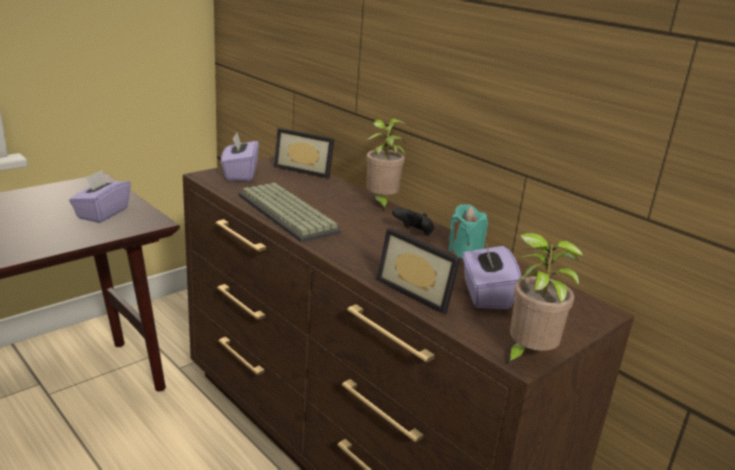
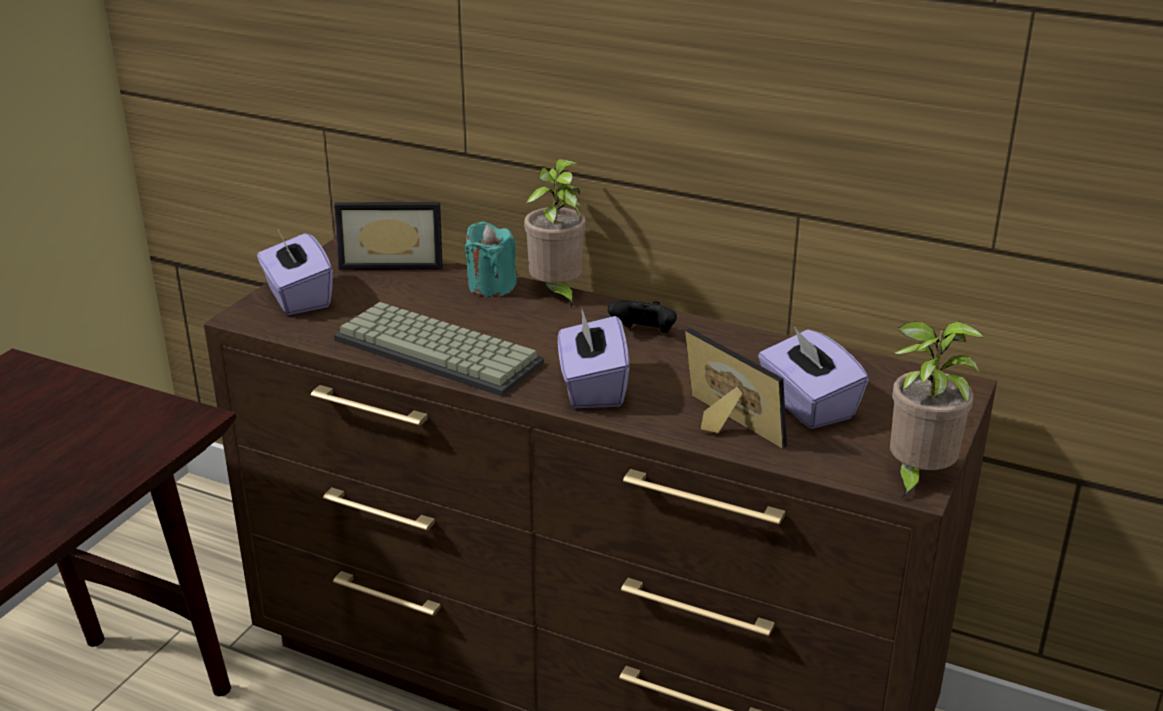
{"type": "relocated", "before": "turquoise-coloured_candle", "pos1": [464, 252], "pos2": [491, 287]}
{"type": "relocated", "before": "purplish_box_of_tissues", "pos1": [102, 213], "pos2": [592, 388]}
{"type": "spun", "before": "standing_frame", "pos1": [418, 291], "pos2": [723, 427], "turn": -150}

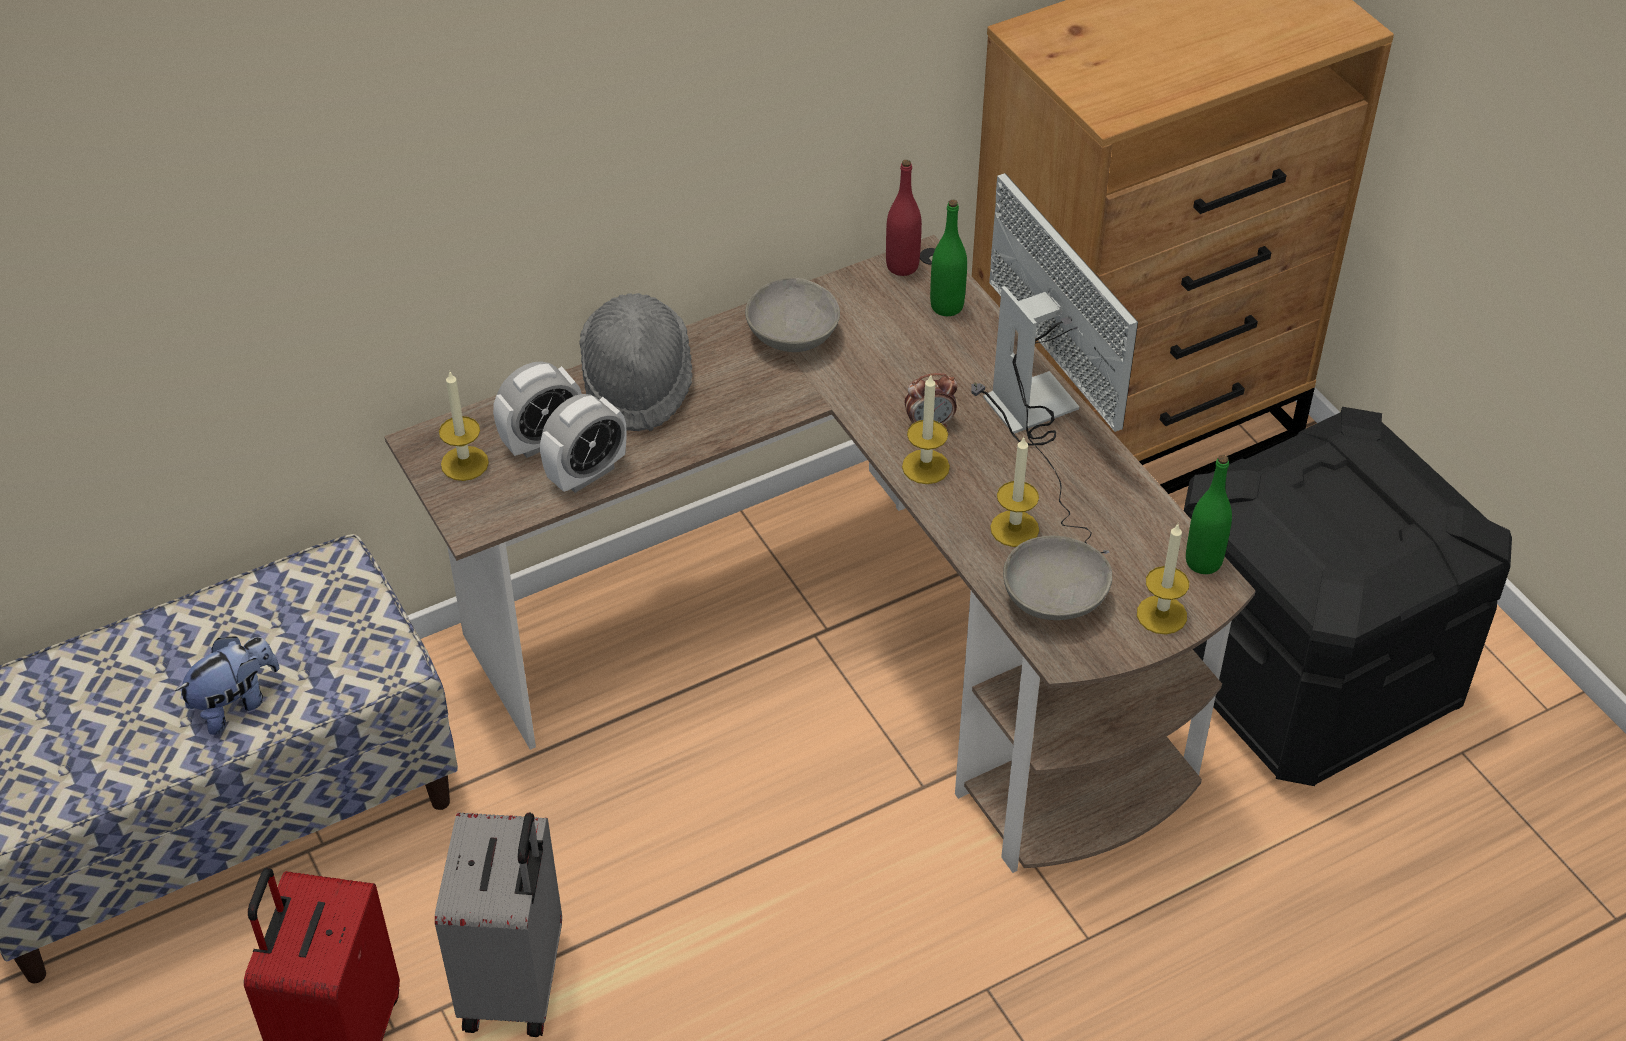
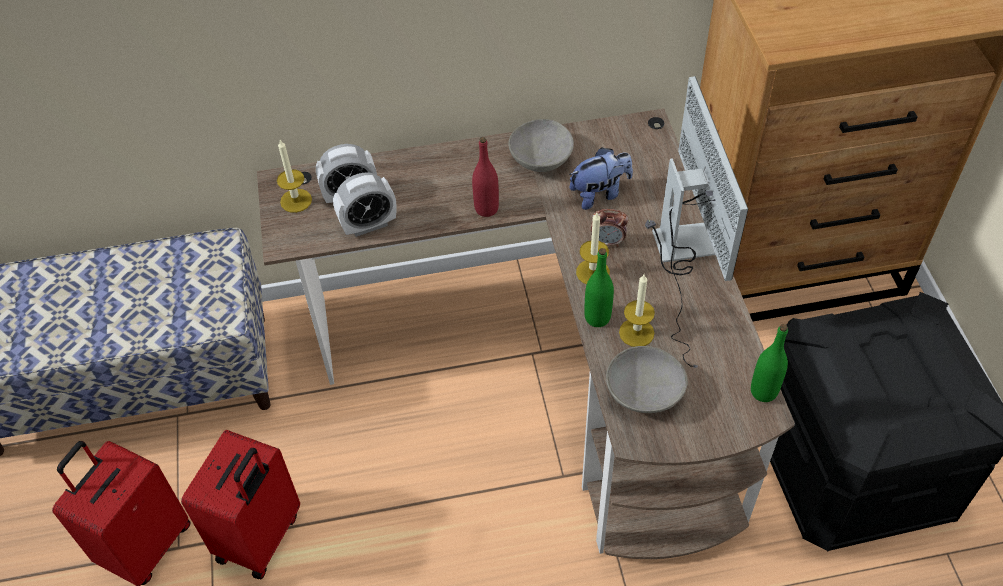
{"type": "colour", "before": "grey_suitcase", "after": "red_suitcase", "pos1": [516, 983], "pos2": [261, 538]}
{"type": "relocated", "before": "red_drink_bottle", "pos1": [902, 266], "pos2": [486, 208]}
{"type": "relocated", "before": "soft_toy", "pos1": [235, 704], "pos2": [599, 194]}
{"type": "relocated", "before": "greenish_drink_bottle", "pos1": [947, 306], "pos2": [597, 317]}
{"type": "missing", "before": "grey_wearable_hat", "pos1": [637, 383]}
{"type": "missing", "before": "candle", "pos1": [1161, 615]}

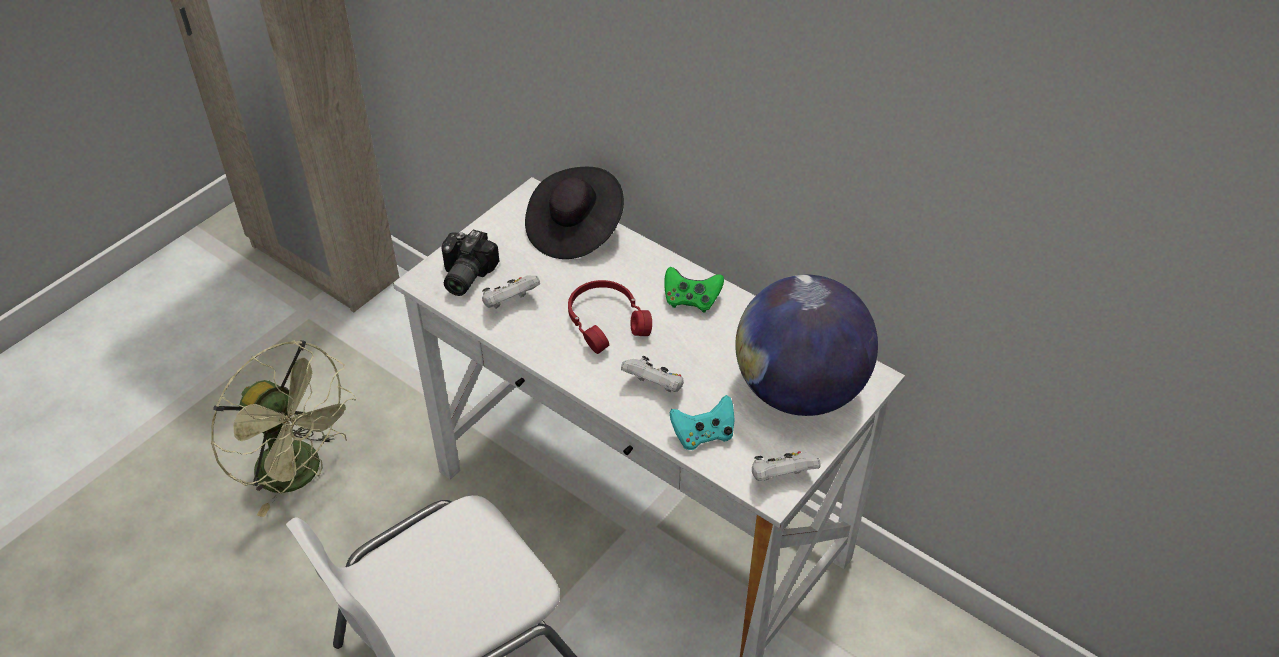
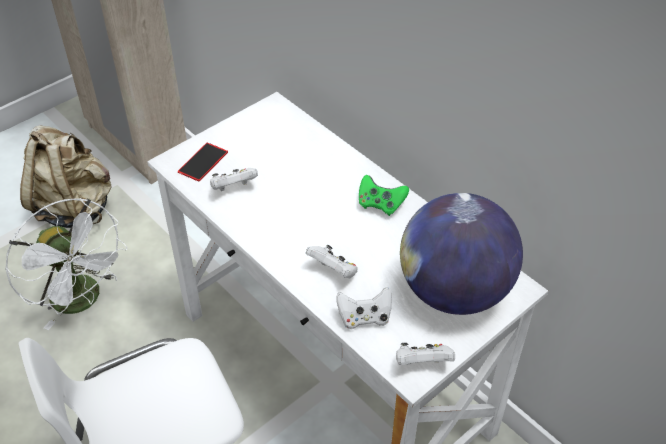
{"type": "colour", "before": "greenish_fan", "after": "whitish_fan", "pos1": [300, 473], "pos2": [83, 301]}
{"type": "appeared", "after": "beige-coloured_knapsack", "pos2": [75, 208]}
{"type": "exchanged", "before": "photo_camera", "after": "phone", "pos1": [463, 275], "pos2": [203, 162]}
{"type": "colour", "before": "turquoise-coloured_joypad", "after": "whitish_joypad", "pos1": [703, 435], "pos2": [364, 318]}
{"type": "missing", "before": "blackish_wearable_hat", "pos1": [574, 230]}
{"type": "missing", "before": "red_headphones", "pos1": [607, 321]}

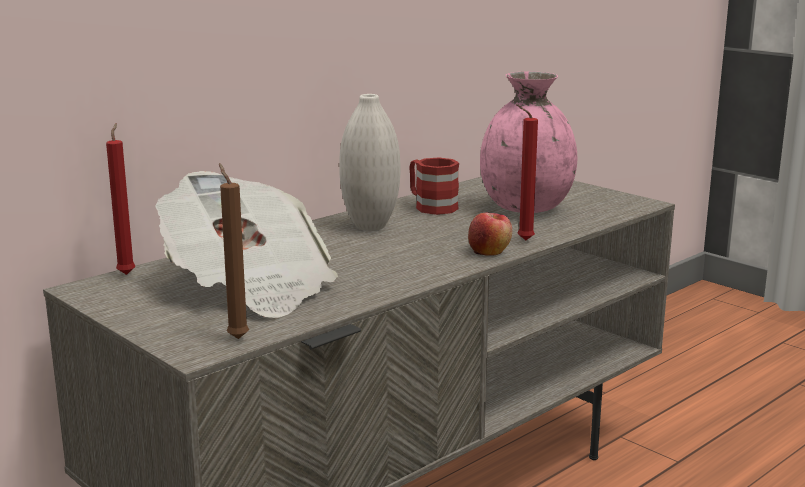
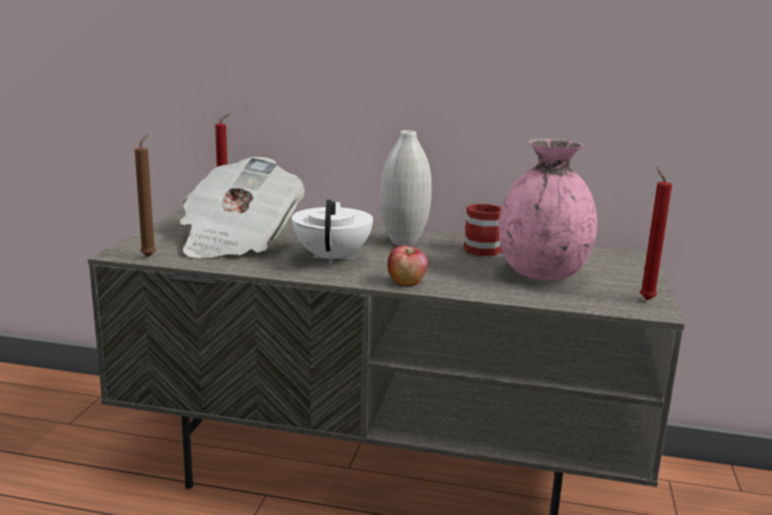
{"type": "appeared", "after": "whitish_tea_pot", "pos2": [333, 257]}
{"type": "relocated", "before": "red_candle", "pos1": [522, 240], "pos2": [645, 299]}

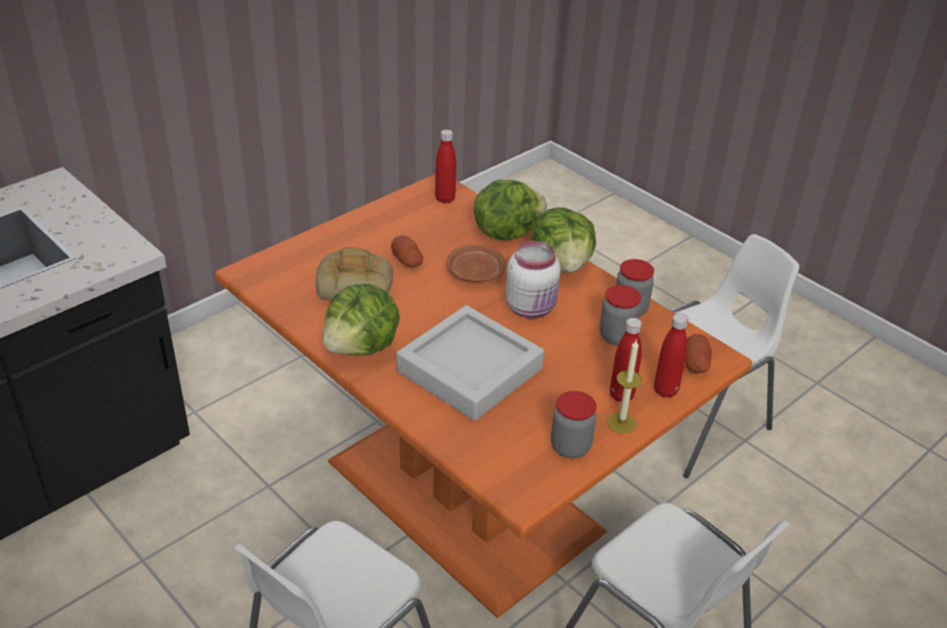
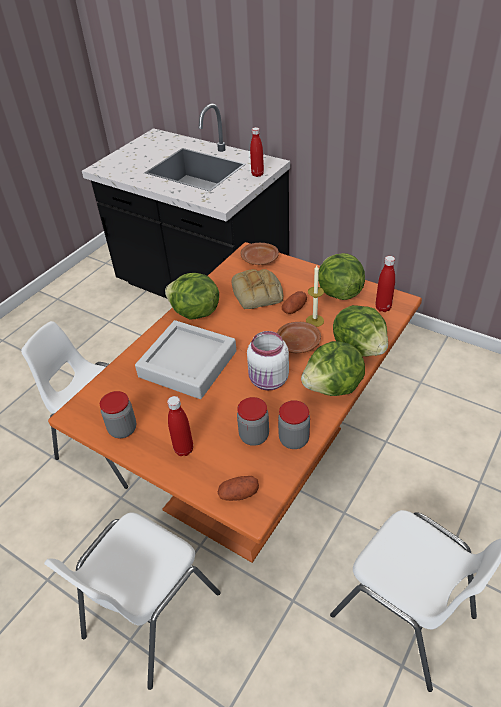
{"type": "appeared", "after": "brown_flat_dish", "pos2": [260, 260]}
{"type": "relocated", "before": "red_drink_bottle", "pos1": [665, 390], "pos2": [257, 174]}
{"type": "relocated", "before": "candle", "pos1": [621, 423], "pos2": [314, 321]}
{"type": "appeared", "after": "lettuce_head", "pos2": [338, 293]}

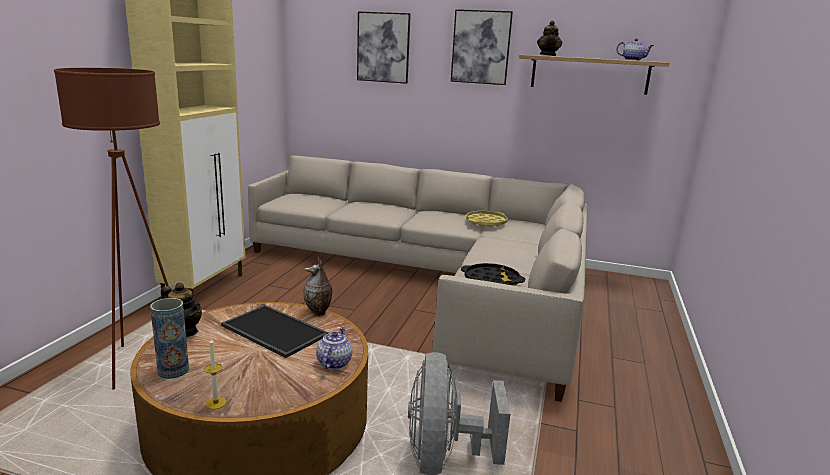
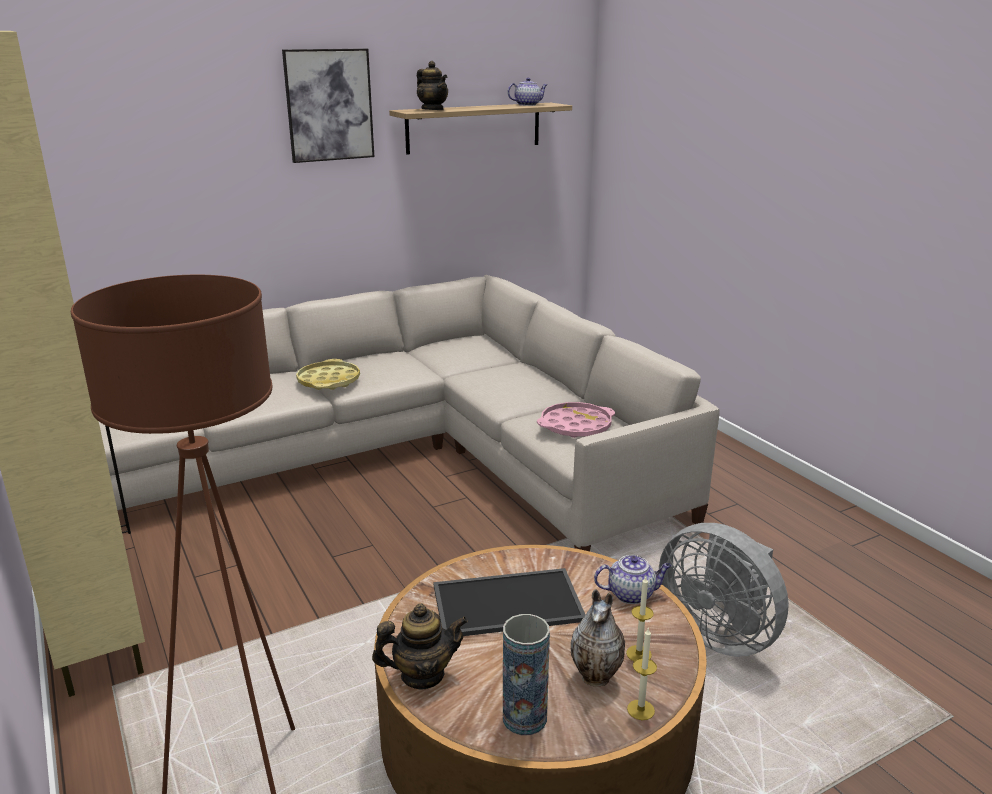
{"type": "relocated", "before": "yellow-coloured_serving_tray", "pos1": [486, 222], "pos2": [329, 381]}
{"type": "colour", "before": "blackish_serving_tray", "after": "pinkish_serving_tray", "pos1": [491, 281], "pos2": [575, 426]}
{"type": "relocated", "before": "flower_vase", "pos1": [318, 313], "pos2": [597, 677]}
{"type": "spun", "before": "tea_pot", "pos1": [334, 362], "pos2": [631, 594], "turn": 120}
{"type": "appeared", "after": "candle", "pos2": [638, 654]}
{"type": "missing", "before": "wall_picture", "pos1": [383, 47]}

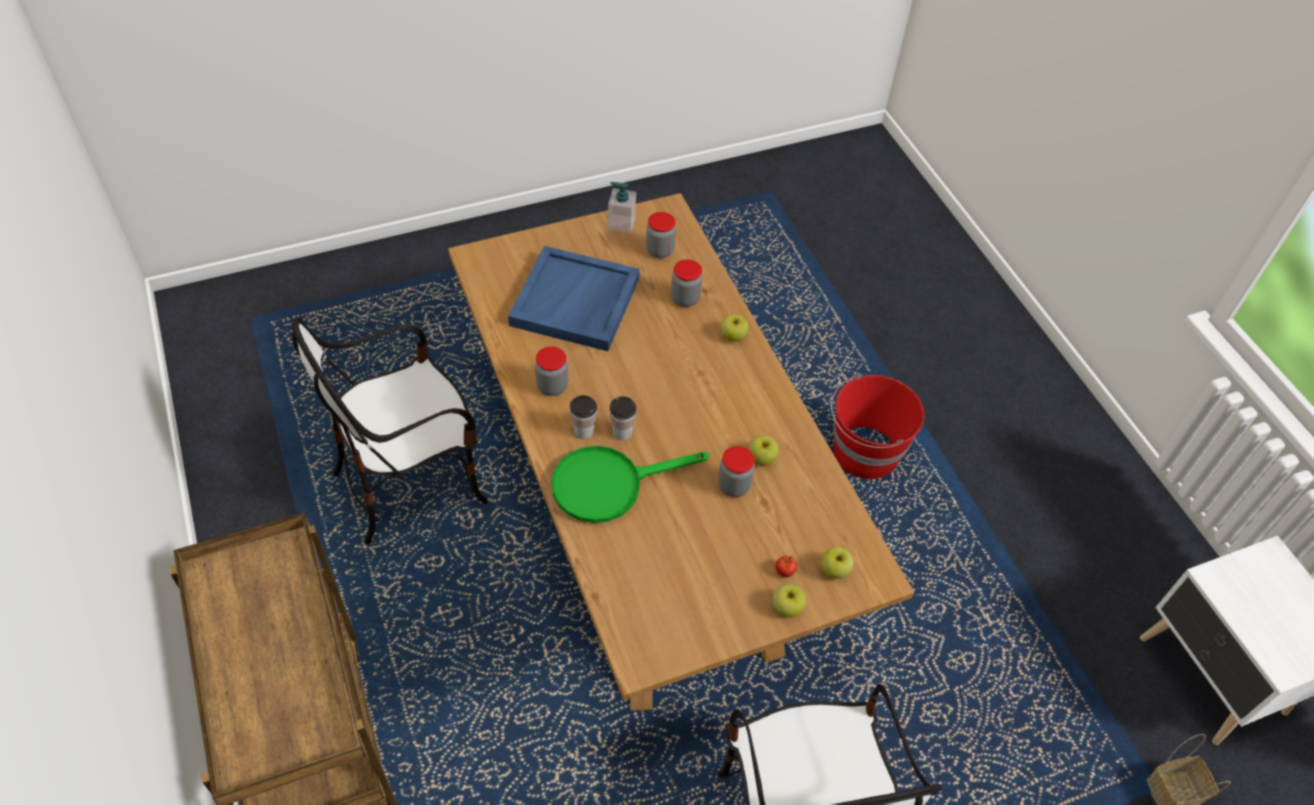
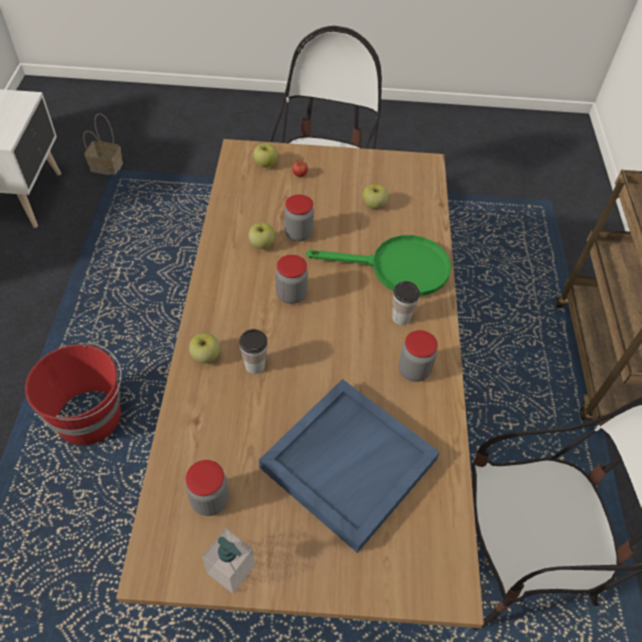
{"type": "relocated", "before": "small_cup", "pos1": [622, 432], "pos2": [255, 366]}
{"type": "relocated", "before": "storage_jar", "pos1": [685, 298], "pos2": [291, 295]}
{"type": "relocated", "before": "apple_fruit", "pos1": [786, 607], "pos2": [374, 205]}

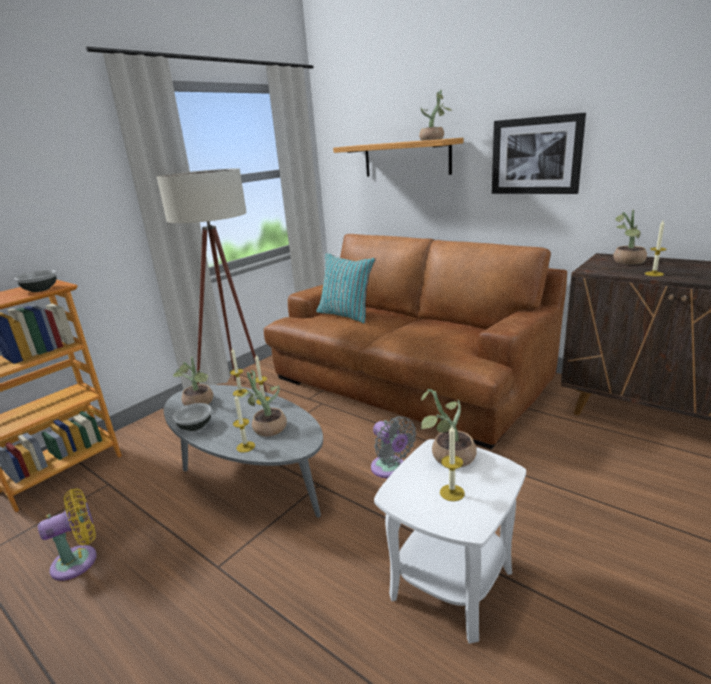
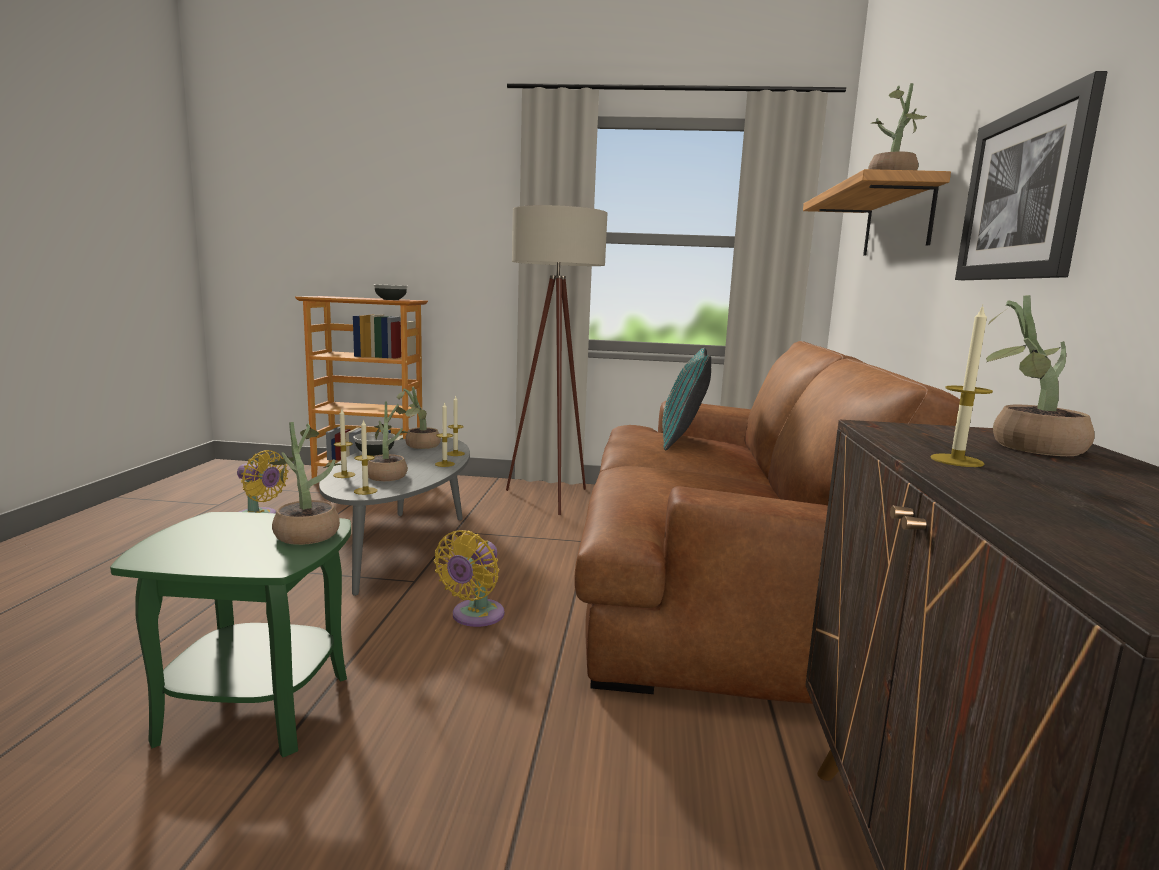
{"type": "colour", "before": "whitish_accent_table", "after": "greenish_accent_table", "pos1": [452, 584], "pos2": [254, 708]}
{"type": "relocated", "before": "candle", "pos1": [452, 492], "pos2": [365, 491]}
{"type": "colour", "before": "grey_fan", "after": "yellow-coloured_fan", "pos1": [390, 469], "pos2": [474, 616]}

